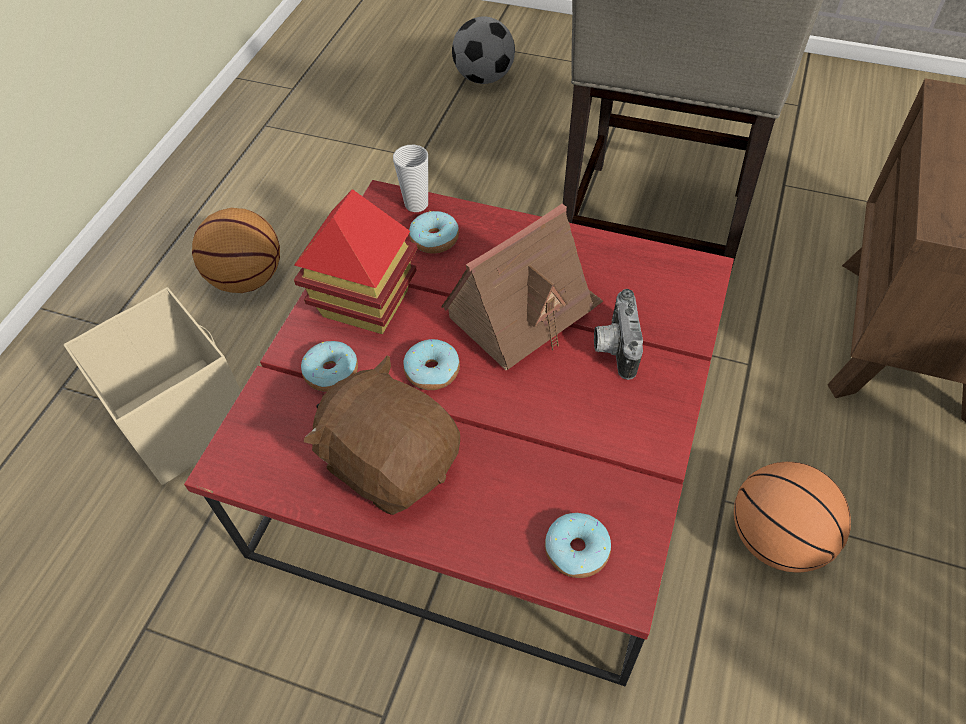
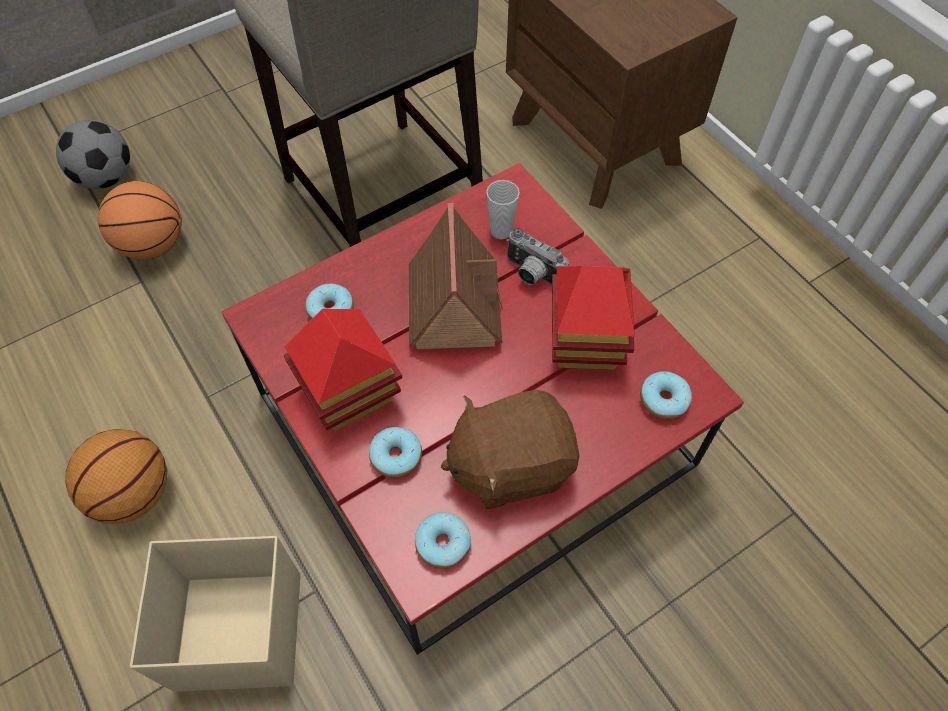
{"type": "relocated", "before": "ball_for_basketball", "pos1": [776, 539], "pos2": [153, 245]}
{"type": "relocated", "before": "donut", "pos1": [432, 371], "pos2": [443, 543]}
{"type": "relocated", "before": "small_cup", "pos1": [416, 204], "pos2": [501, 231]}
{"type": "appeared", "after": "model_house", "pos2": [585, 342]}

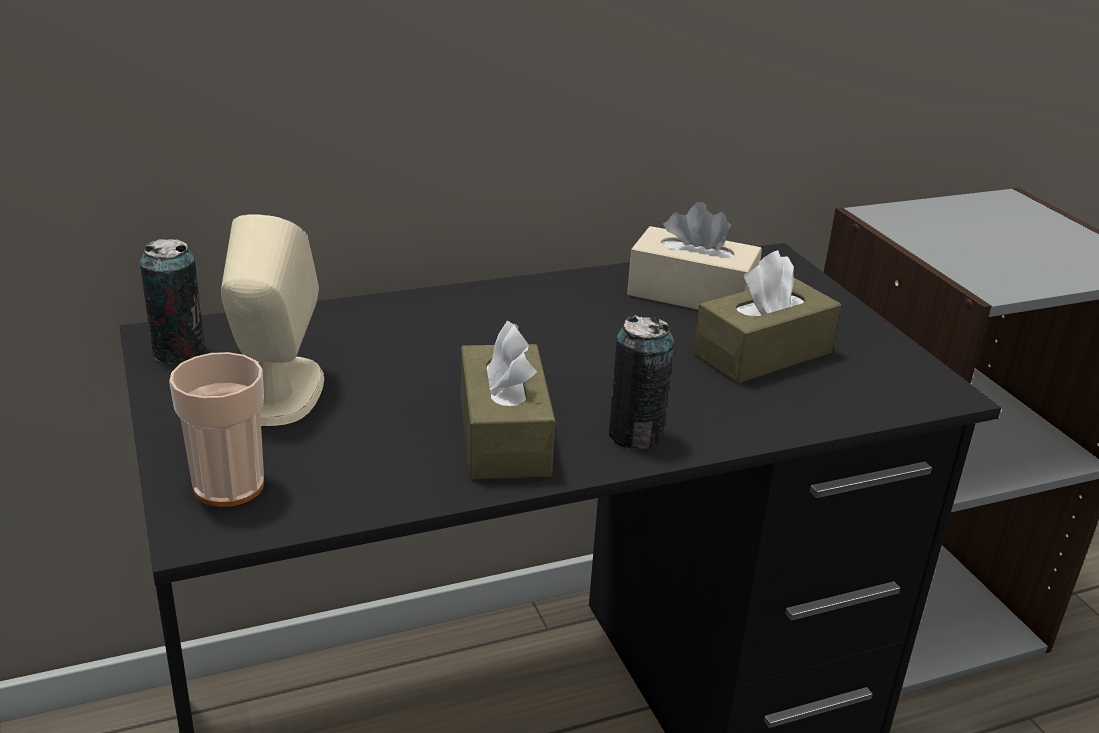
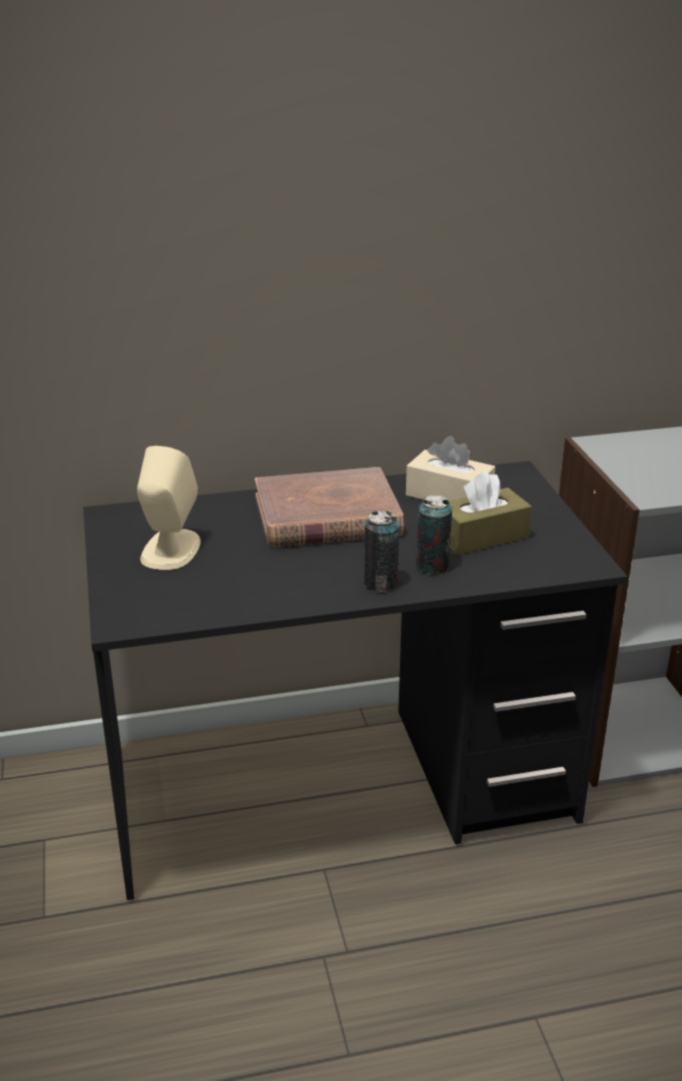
{"type": "appeared", "after": "brown_bound_book", "pos2": [327, 516]}
{"type": "relocated", "before": "sealed_can", "pos1": [179, 352], "pos2": [432, 566]}
{"type": "missing", "before": "small_cup", "pos1": [229, 486]}
{"type": "missing", "before": "brown_box_of_tissues", "pos1": [504, 436]}

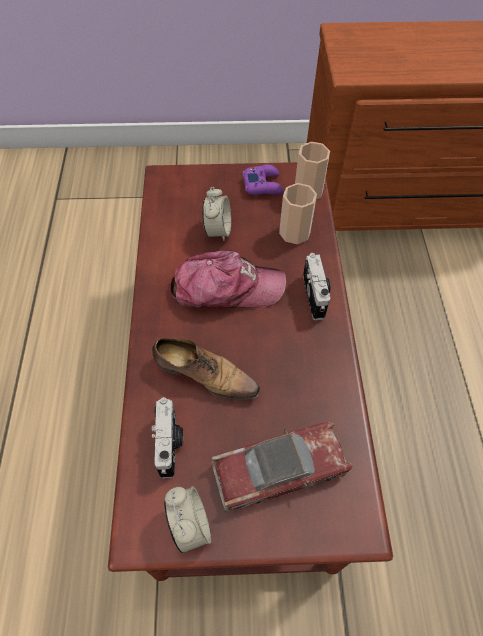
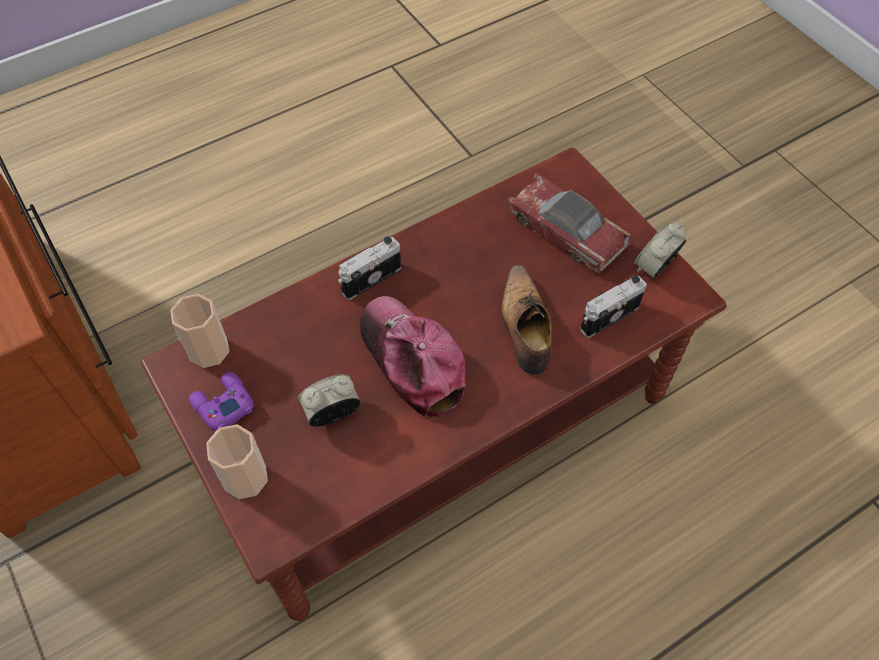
{"type": "relocated", "before": "small_cup", "pos1": [294, 232], "pos2": [245, 478]}

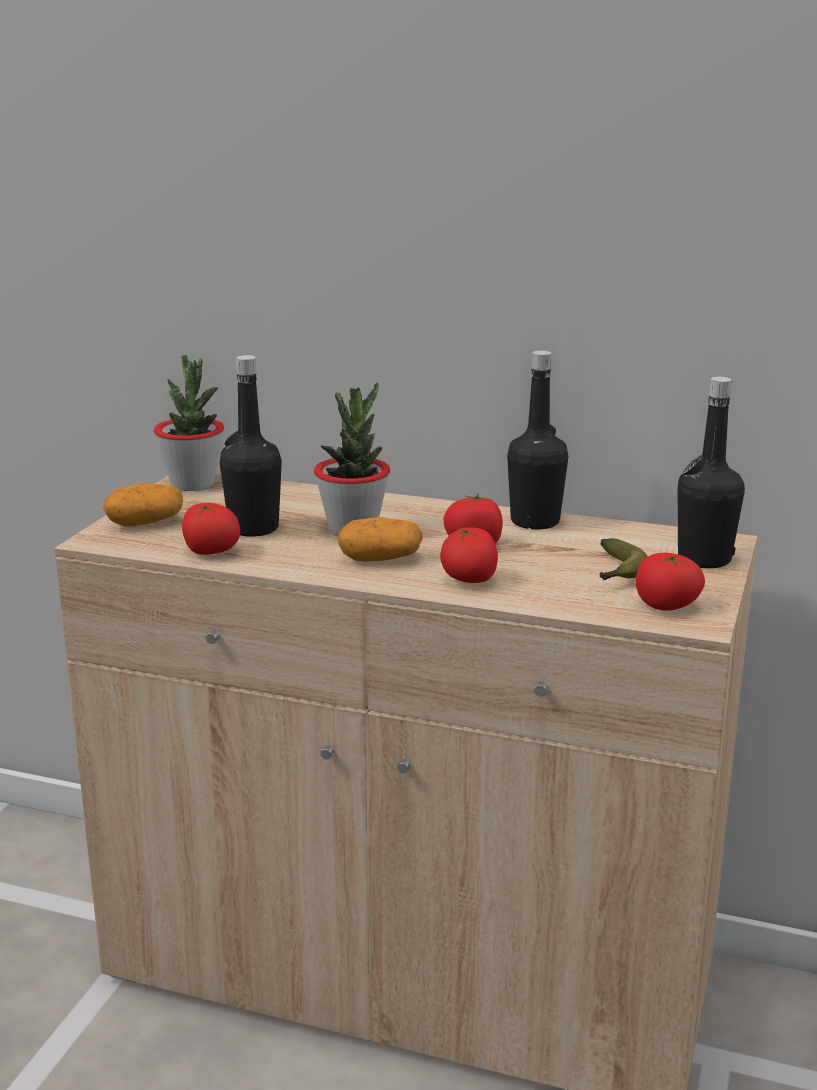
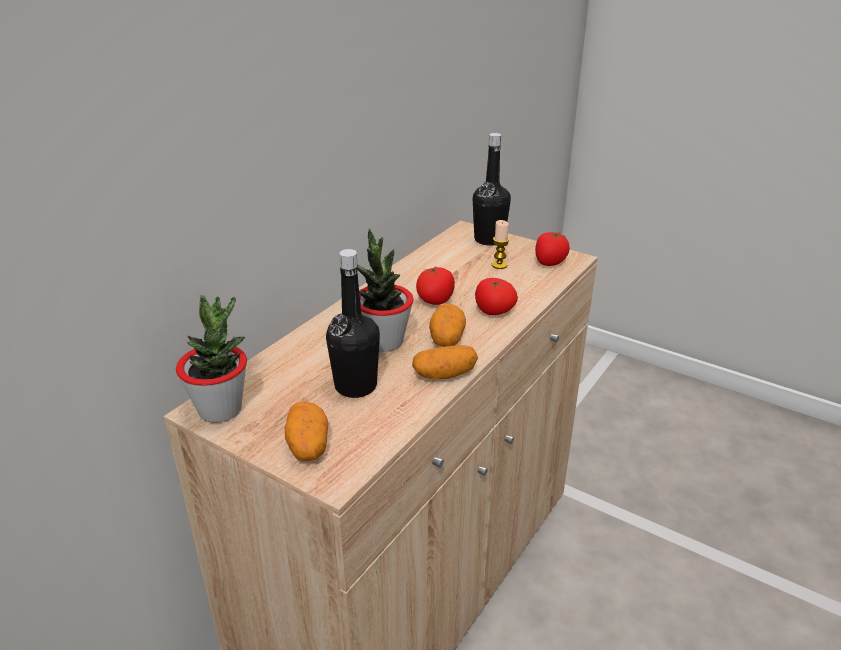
{"type": "appeared", "after": "whole_potato", "pos2": [444, 375]}
{"type": "exchanged", "before": "whole_banana", "after": "candle", "pos1": [618, 572], "pos2": [499, 265]}
{"type": "missing", "before": "tomato", "pos1": [210, 552]}
{"type": "missing", "before": "blackish_drink_bottle", "pos1": [535, 521]}

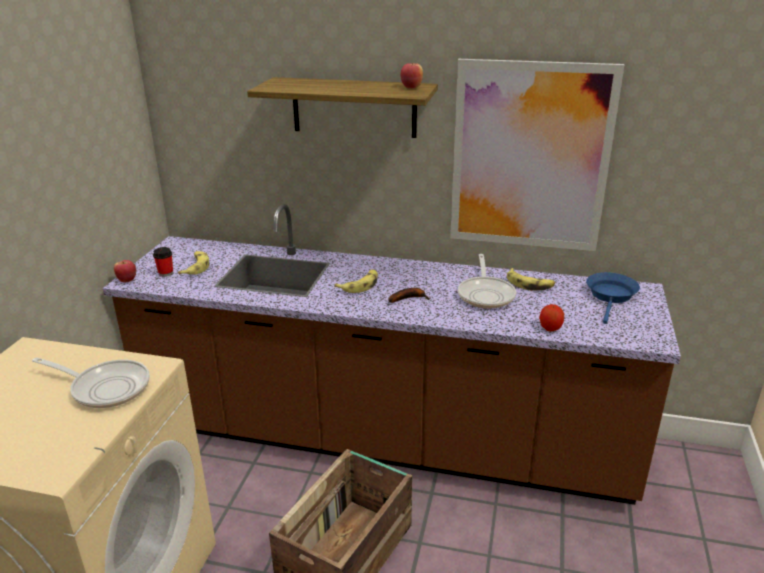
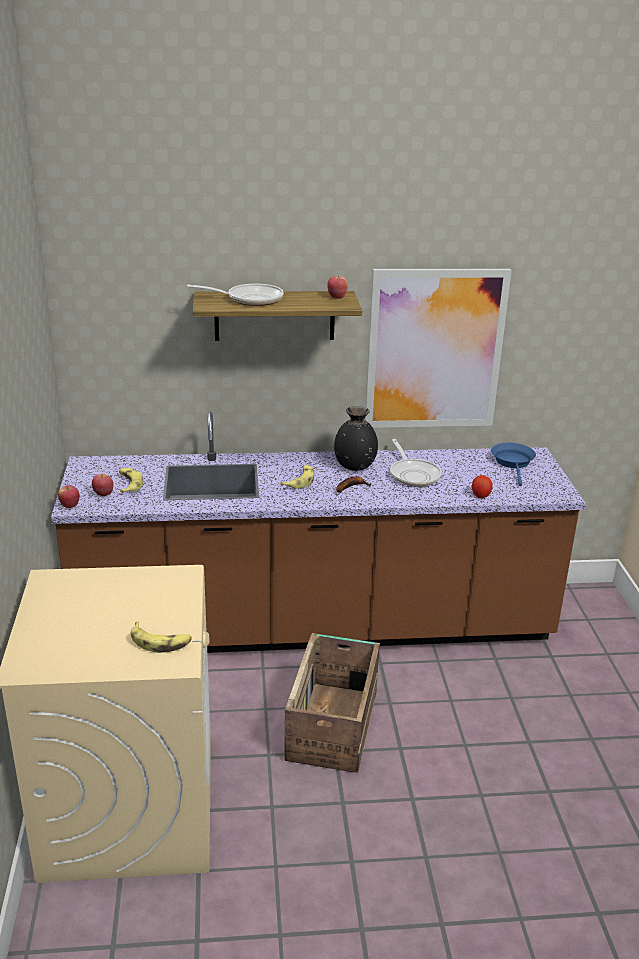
{"type": "exchanged", "before": "small_cup", "after": "apple_fruit", "pos1": [166, 273], "pos2": [103, 494]}
{"type": "relocated", "before": "whole_banana", "pos1": [529, 284], "pos2": [160, 642]}
{"type": "relocated", "before": "pan", "pos1": [106, 388], "pos2": [250, 299]}
{"type": "appeared", "after": "blackish_flower_vase", "pos2": [354, 466]}

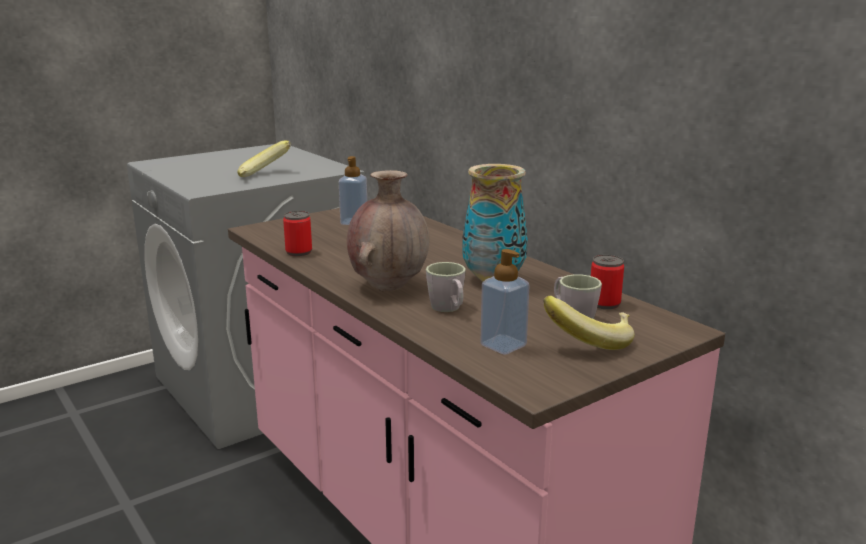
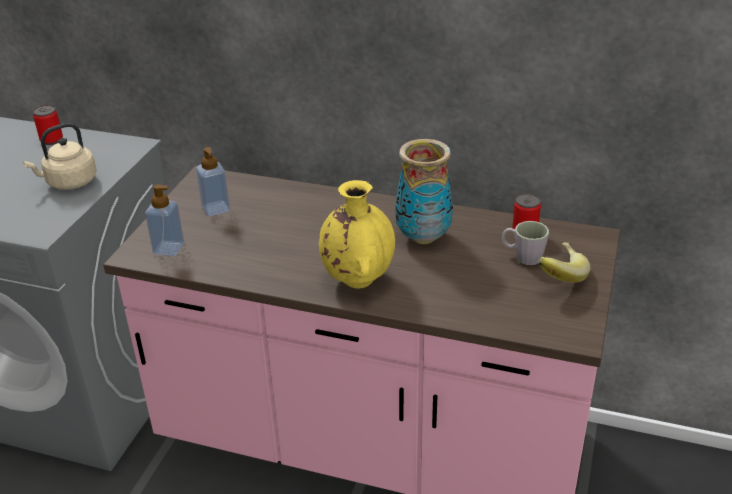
{"type": "exchanged", "before": "whole_banana", "after": "beige-coloured_water_kettle", "pos1": [264, 176], "pos2": [69, 183]}
{"type": "relocated", "before": "sealed_can", "pos1": [299, 252], "pos2": [51, 140]}
{"type": "relocated", "before": "soap_dispenser", "pos1": [503, 345], "pos2": [169, 248]}
{"type": "colour", "before": "brown_flower_vase", "after": "yellow-coloured_flower_vase", "pos1": [388, 286], "pos2": [357, 279]}
{"type": "missing", "before": "grey_tea_mug", "pos1": [448, 309]}

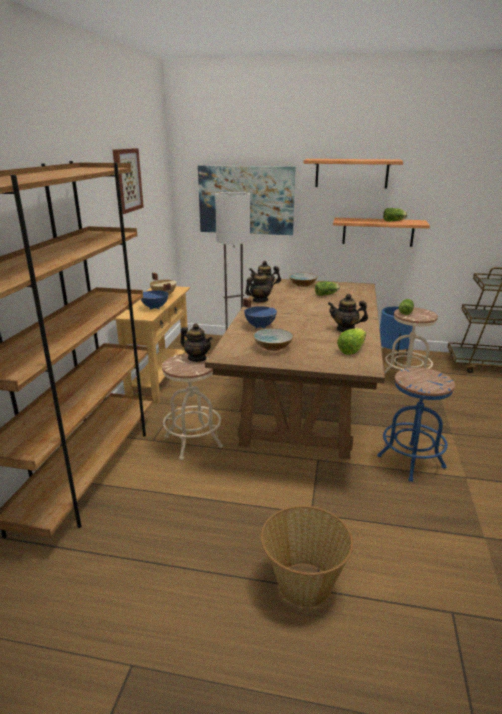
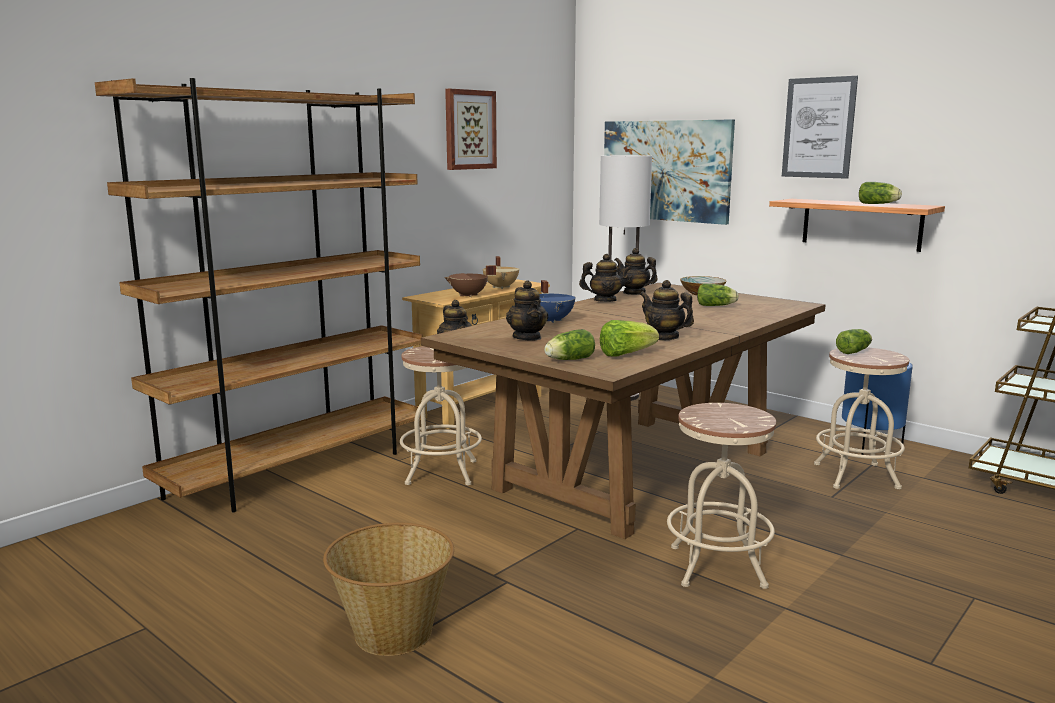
{"type": "colour", "before": "bluish_cooking_pot", "after": "brown_cooking_pot", "pos1": [155, 308], "pos2": [469, 295]}
{"type": "exchanged", "before": "deep_dish", "after": "tea_pot", "pos1": [273, 347], "pos2": [527, 337]}
{"type": "appeared", "after": "lettuce_head", "pos2": [568, 360]}
{"type": "colour", "before": "bluish_stool", "after": "beige-coloured_stool", "pos1": [411, 461], "pos2": [717, 567]}
{"type": "exchanged", "before": "shelf", "after": "wall_picture", "pos1": [351, 173], "pos2": [818, 128]}

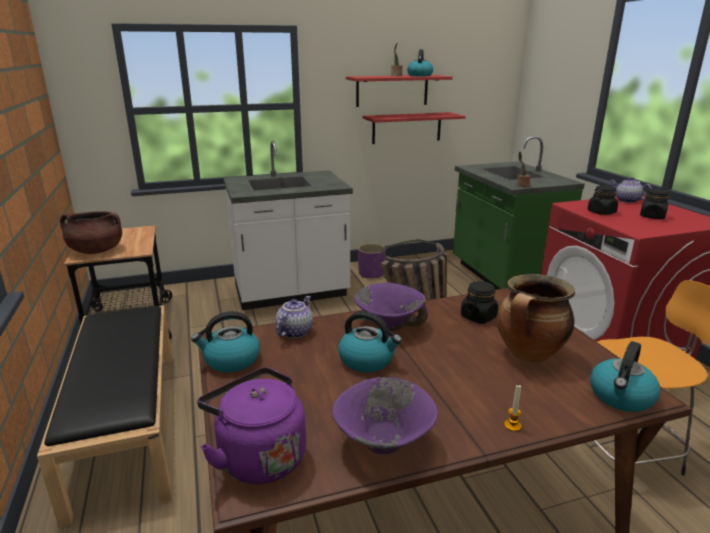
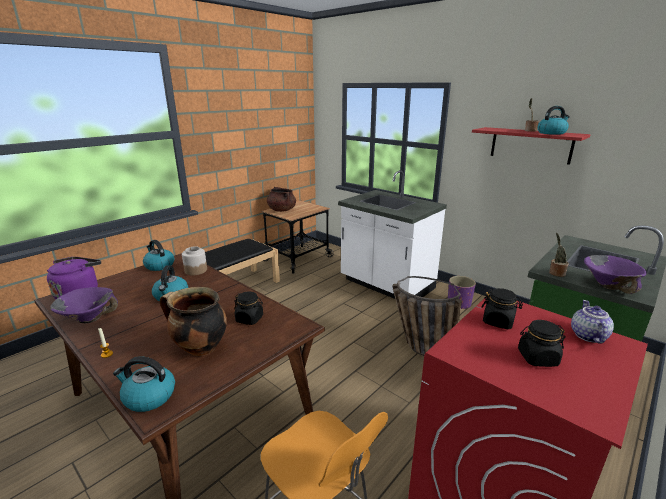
{"type": "exchanged", "before": "tea_pot", "after": "storage_jar", "pos1": [294, 331], "pos2": [195, 270]}
{"type": "relocated", "before": "purplish_deep_dish", "pos1": [389, 325], "pos2": [608, 285]}
{"type": "missing", "before": "red_shelf", "pos1": [406, 128]}

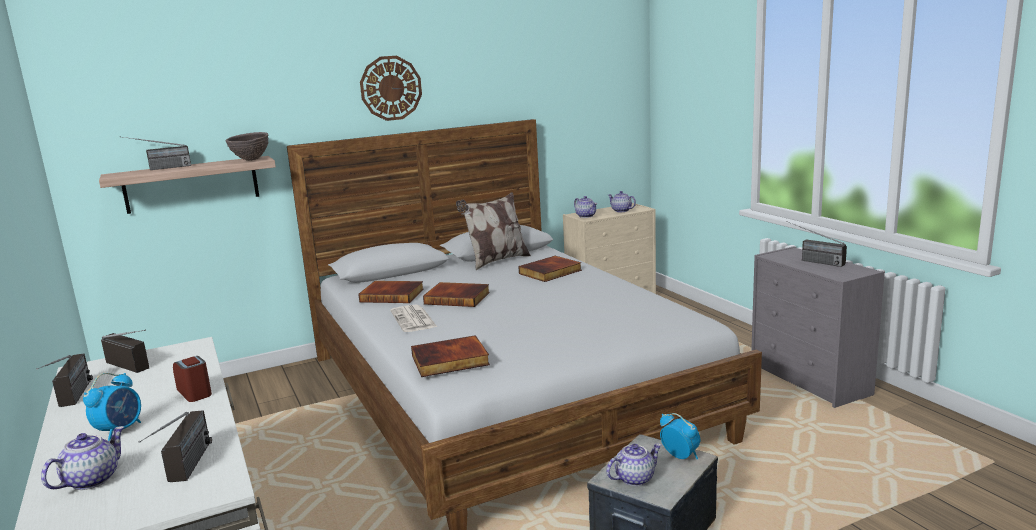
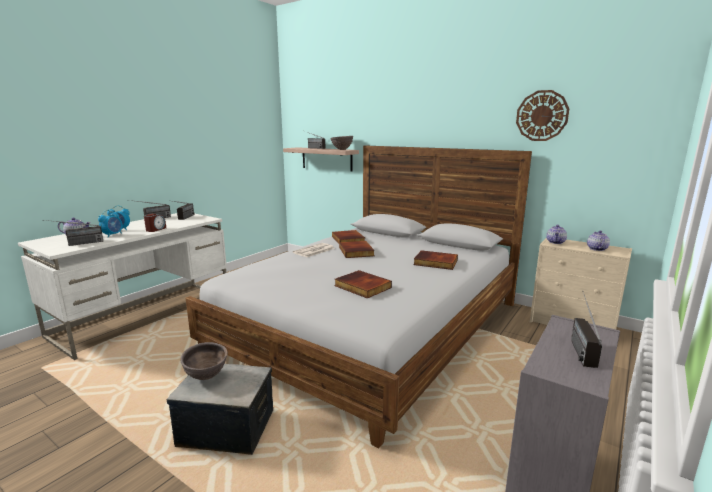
{"type": "relocated", "before": "table_clock", "pos1": [680, 456], "pos2": [113, 235]}
{"type": "exchanged", "before": "tea_pot", "after": "brown_deep_dish", "pos1": [634, 478], "pos2": [206, 377]}
{"type": "relocated", "before": "bound_book", "pos1": [449, 361], "pos2": [361, 287]}
{"type": "relocated", "before": "wall_clock", "pos1": [391, 88], "pos2": [542, 116]}
{"type": "missing", "before": "pillow", "pos1": [496, 261]}

